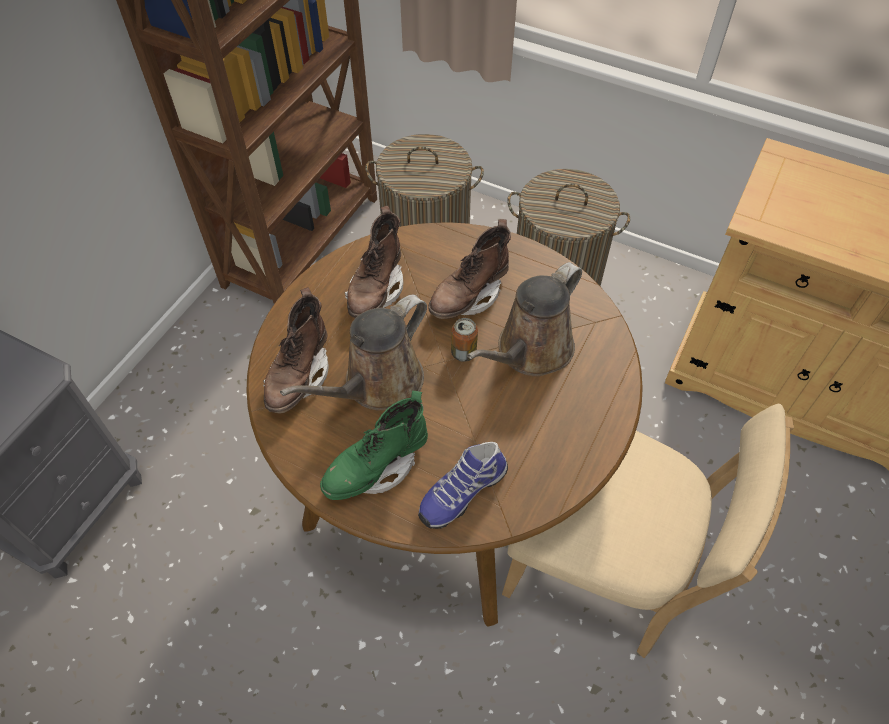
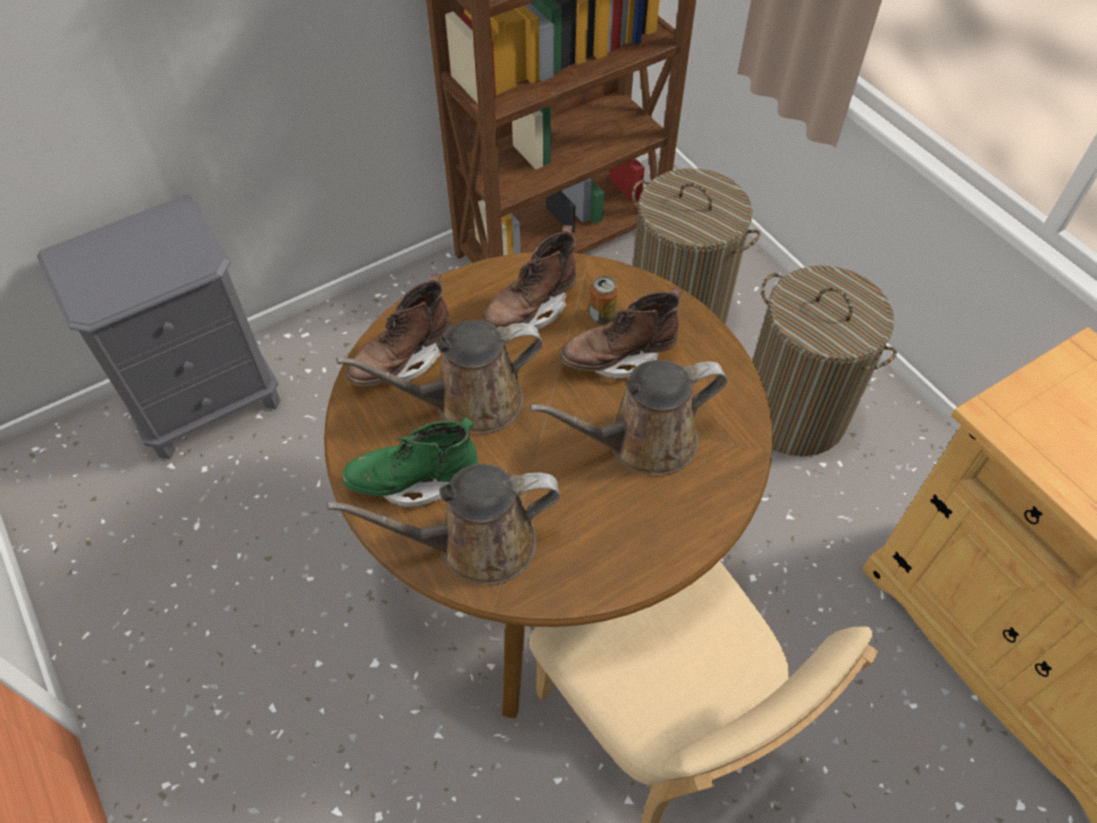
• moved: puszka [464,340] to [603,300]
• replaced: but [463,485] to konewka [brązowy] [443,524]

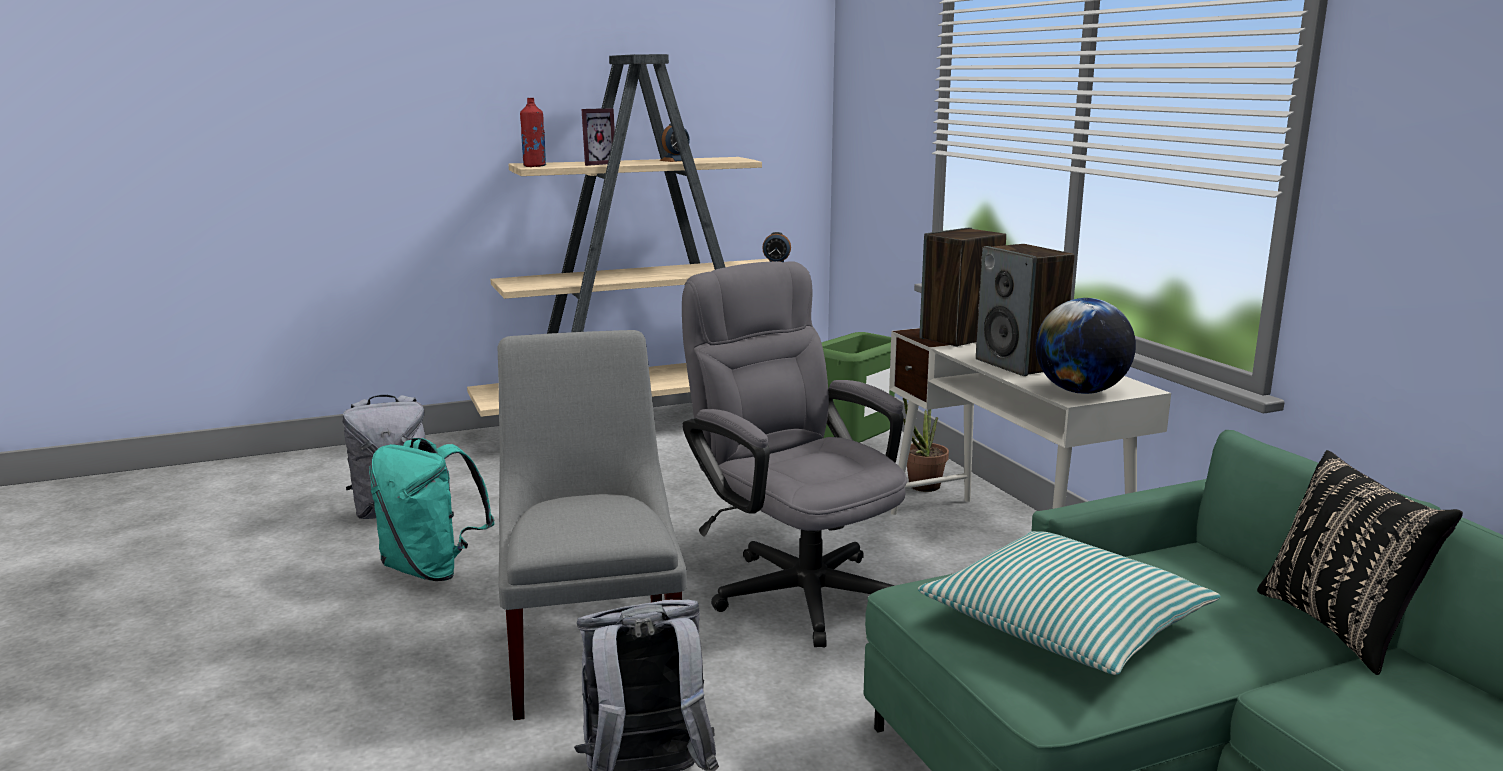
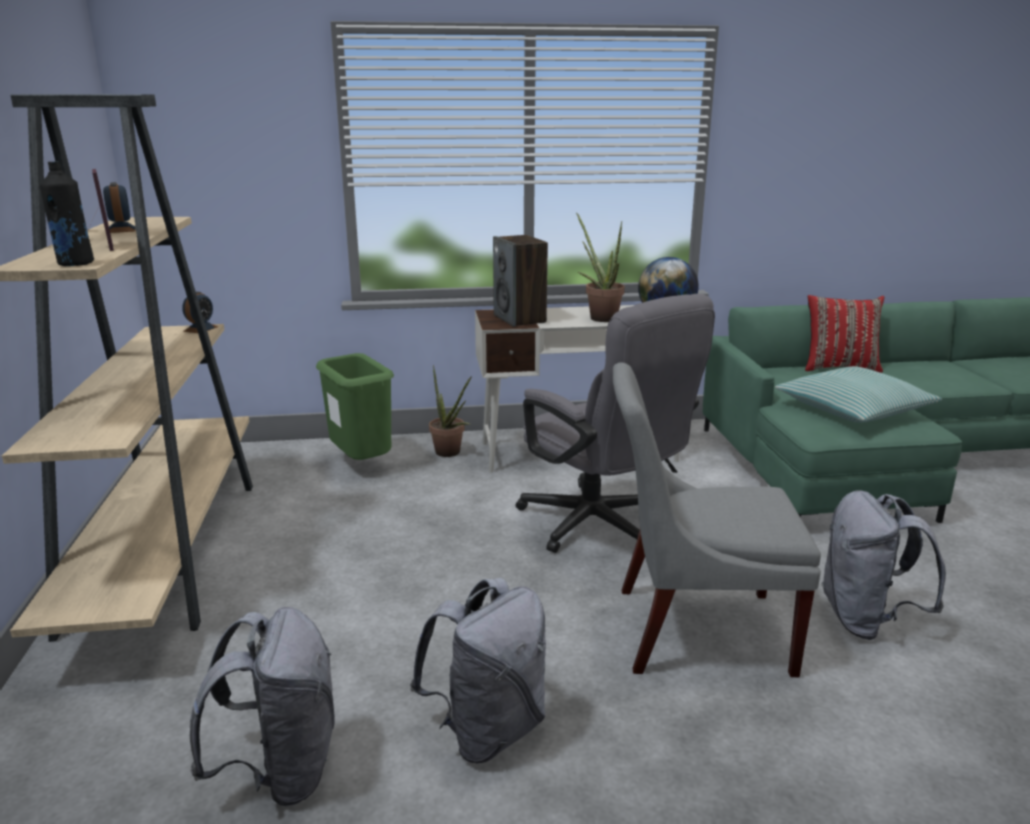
• recoloured: butelka [czerwony] [533,132] to butelka [czarny] [67,213]
• replaced: głośnik [1025,310] to roślina doniczkowa [600,267]
• turned: krzesło biurowe [szary] [794,454] = [615,423] 105 degrees counterclockwise
• recoloured: plecak [turkusowy] [432,509] to plecak [szary] [478,670]
• recoloured: poduszka [czarny] [1360,562] to poduszka [czerwony] [844,334]

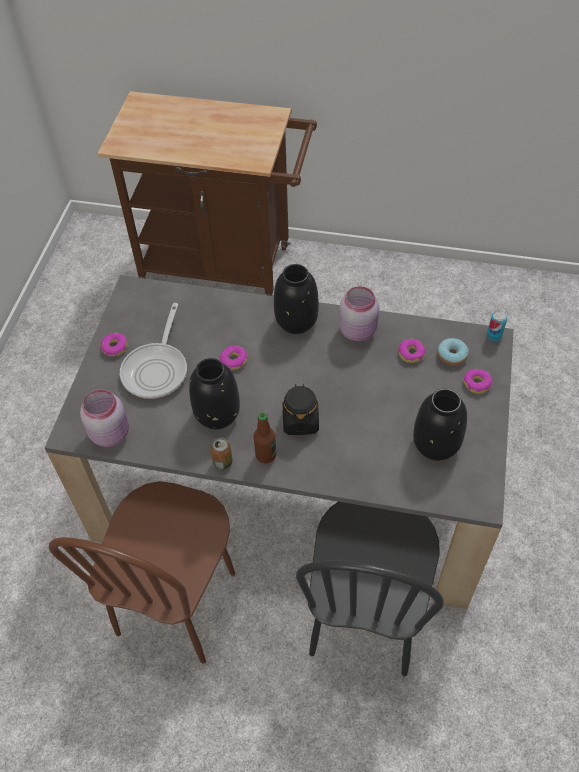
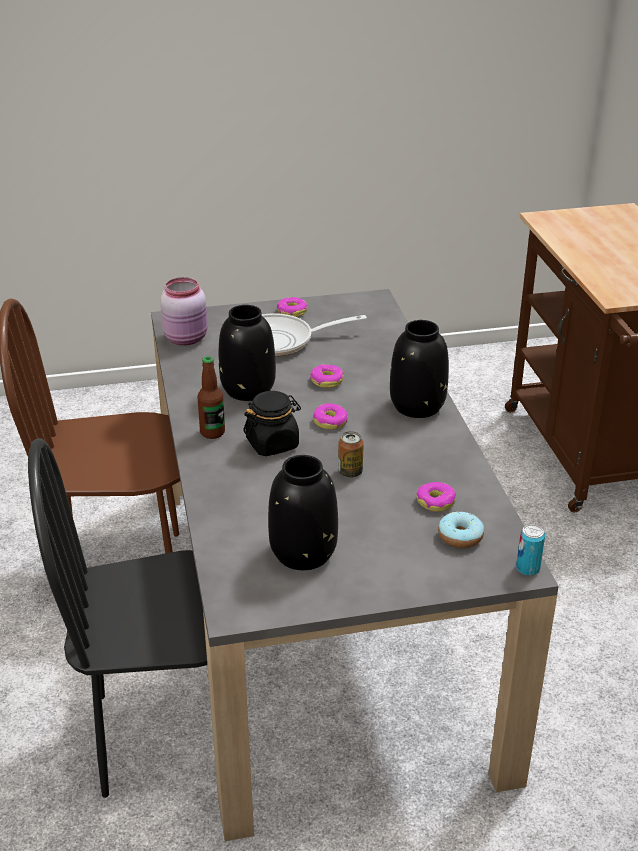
• removed: słoik [różowy] [359,314]
• moved: donut [478,381] to [330,416]
• moved: puszka [222,453] to [351,454]

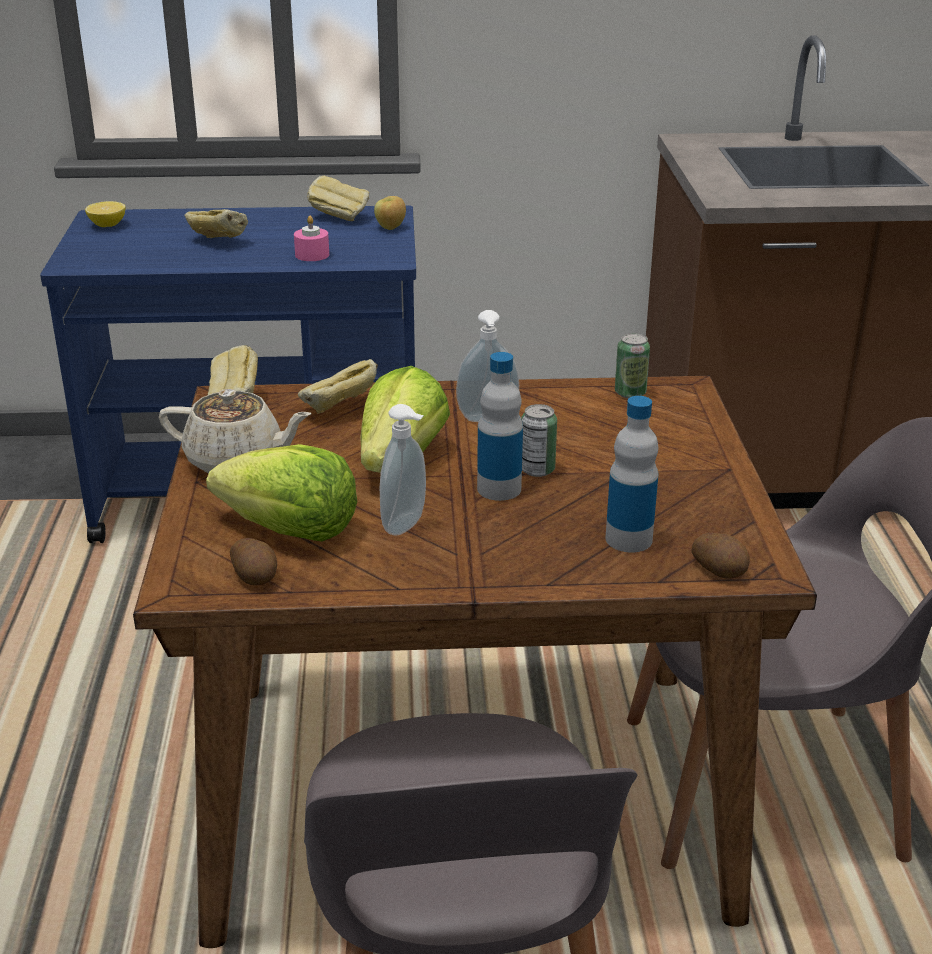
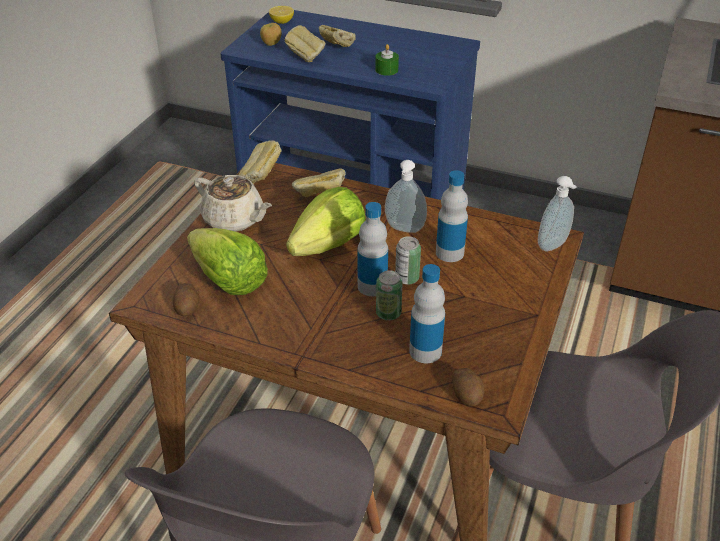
• moved: chleb [338,198] to [305,43]
• moved: jabłko [390,213] to [271,34]
• recoloured: świeca [różowy] [311,238] to świeca [zielony] [387,60]
• moved: puszka [632,365] to [389,295]
• moved: dozownik mydła [403,469] to [557,213]
• added: butelka [452,216]

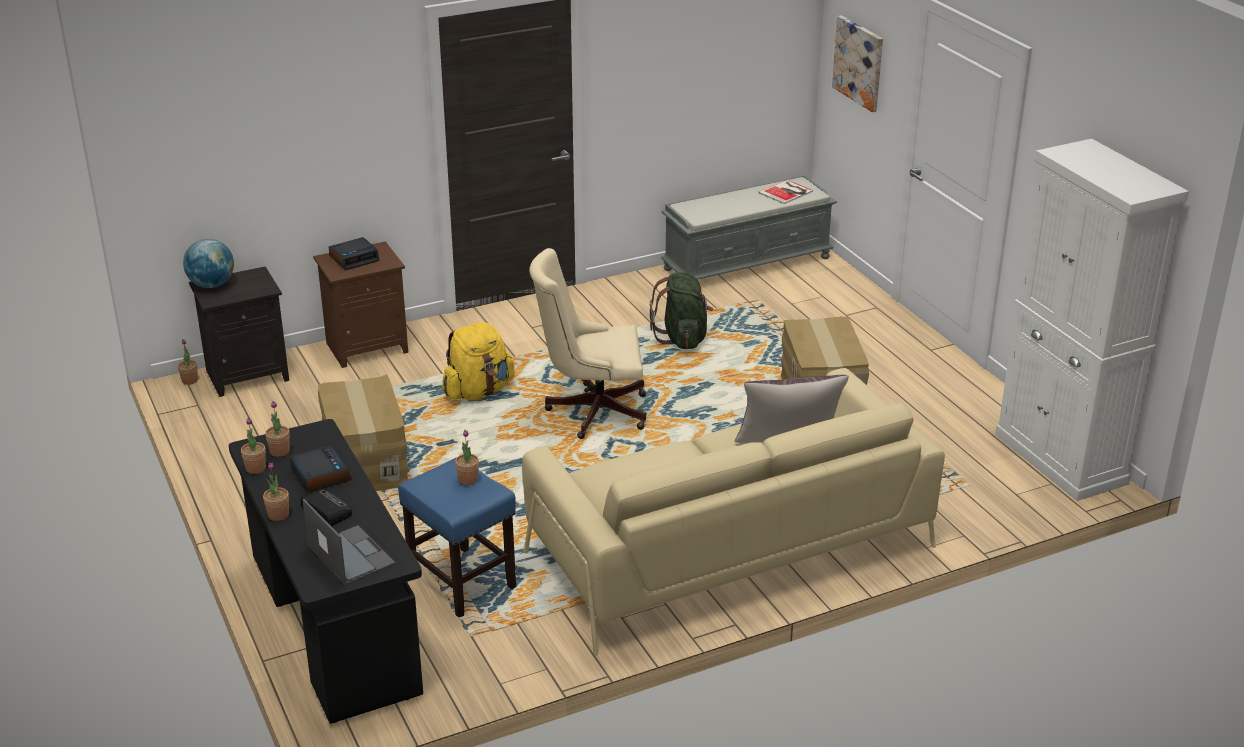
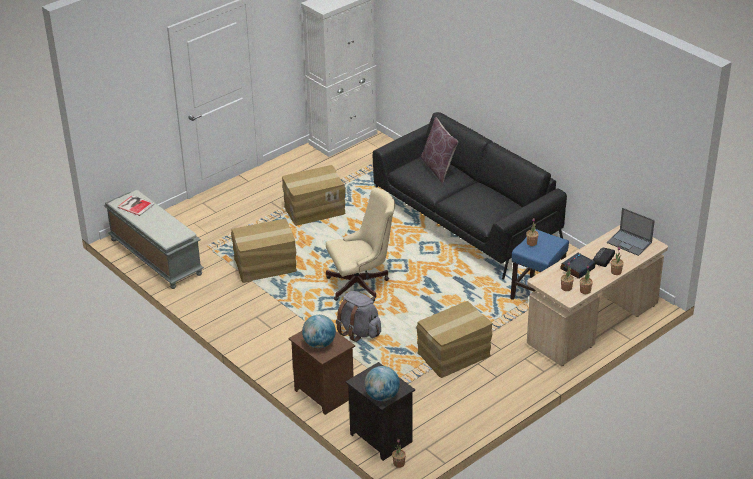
• removed: obraz [857,63]
• replaced: budzik [353,253] to globus [319,331]
• turned: krzesło biurowe [beżowy] [587,343] = [360,244] 90 degrees counterclockwise
• replaced: plecak [zielony] [681,311] to karton [264,251]
• recoloured: plecak [żółty] [478,361] to plecak [szary] [358,316]
• recoloured: kanapa [beżowy] [733,512] to kanapa [czarny] [470,196]
• recoloured: biurko [czarny] [325,571] to biurko [beżowy] [597,295]
• turned: laptop [349,542] = [631,232] 90 degrees counterclockwise

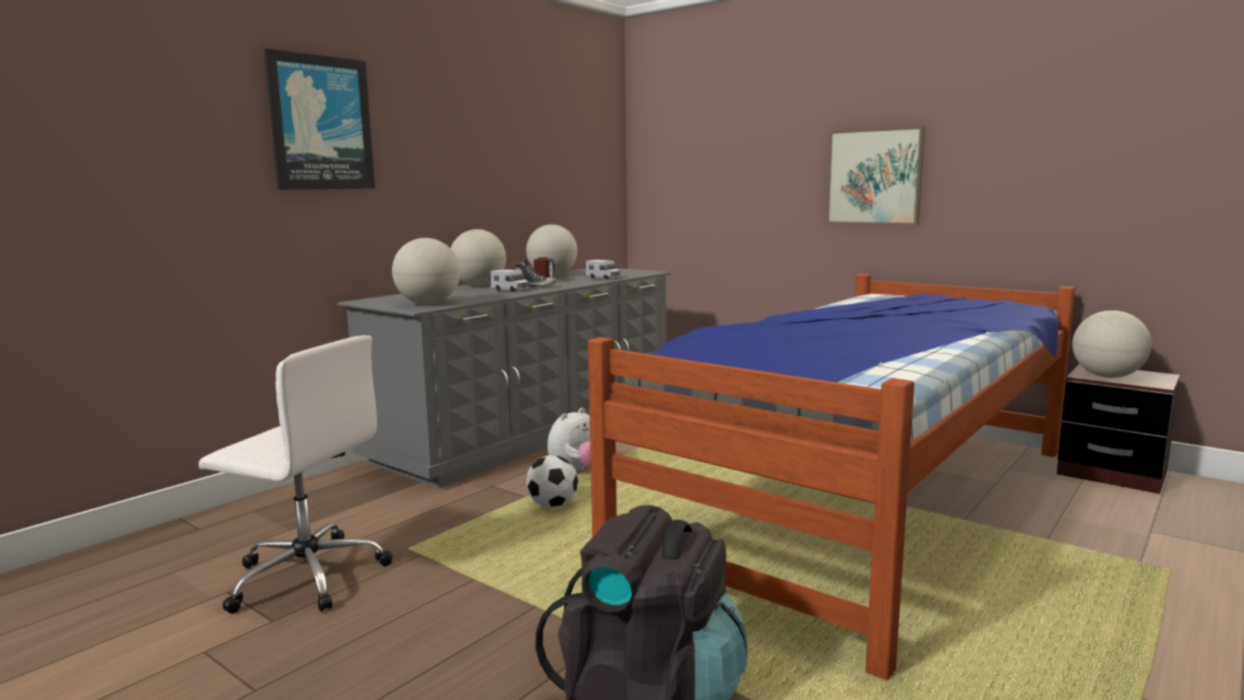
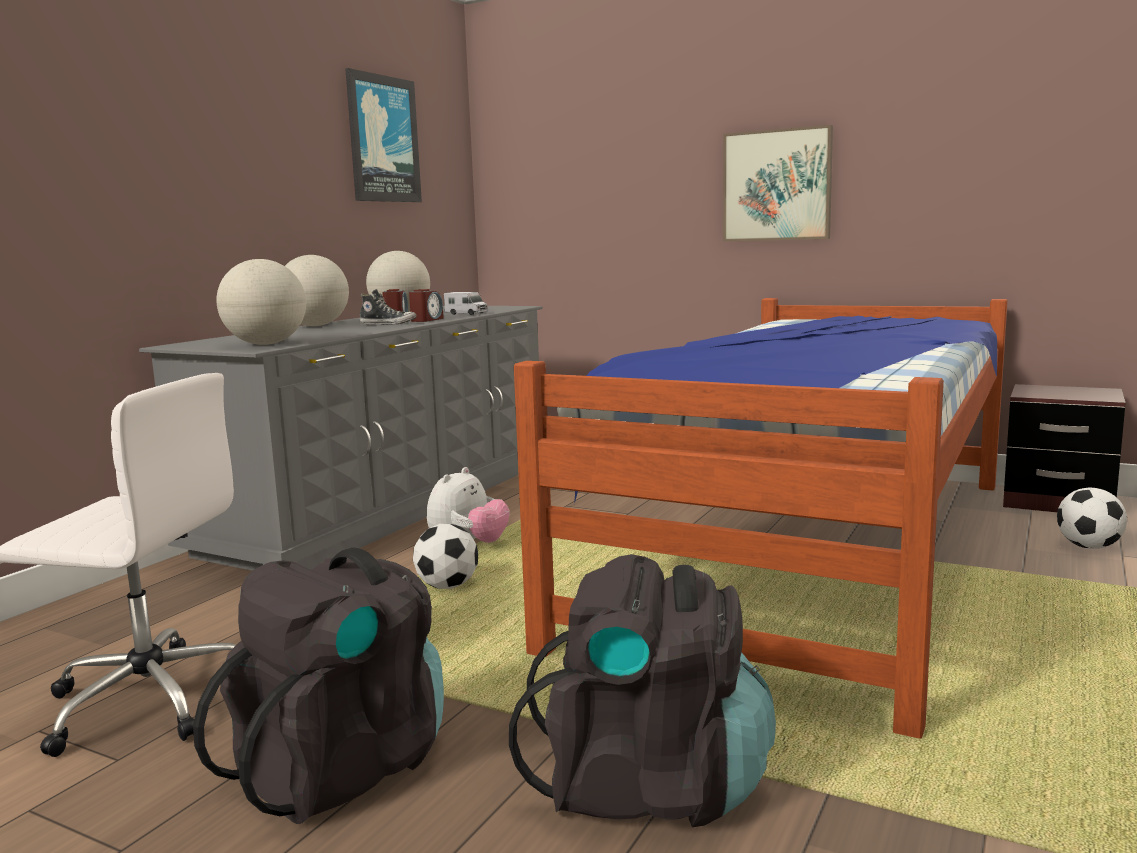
• moved: obraz [319,119] to [383,135]
• removed: ciężarówka zabawkowa [509,280]
• removed: globus [1112,344]
• added: budzik [426,305]
• added: piłka futbolowa [1092,518]
• added: plecak [czarny] [318,686]

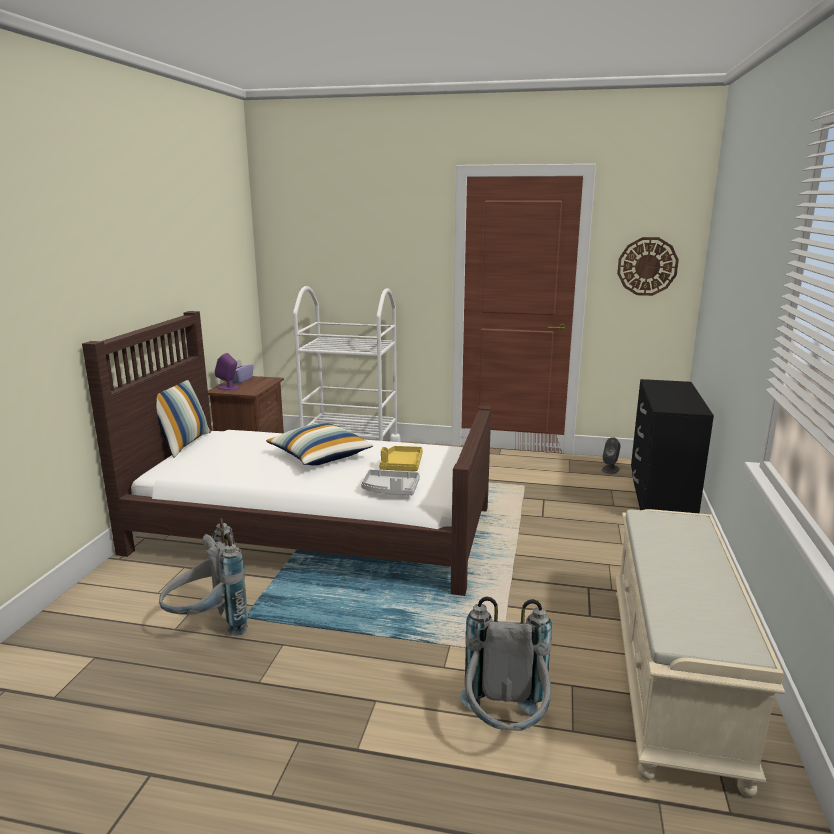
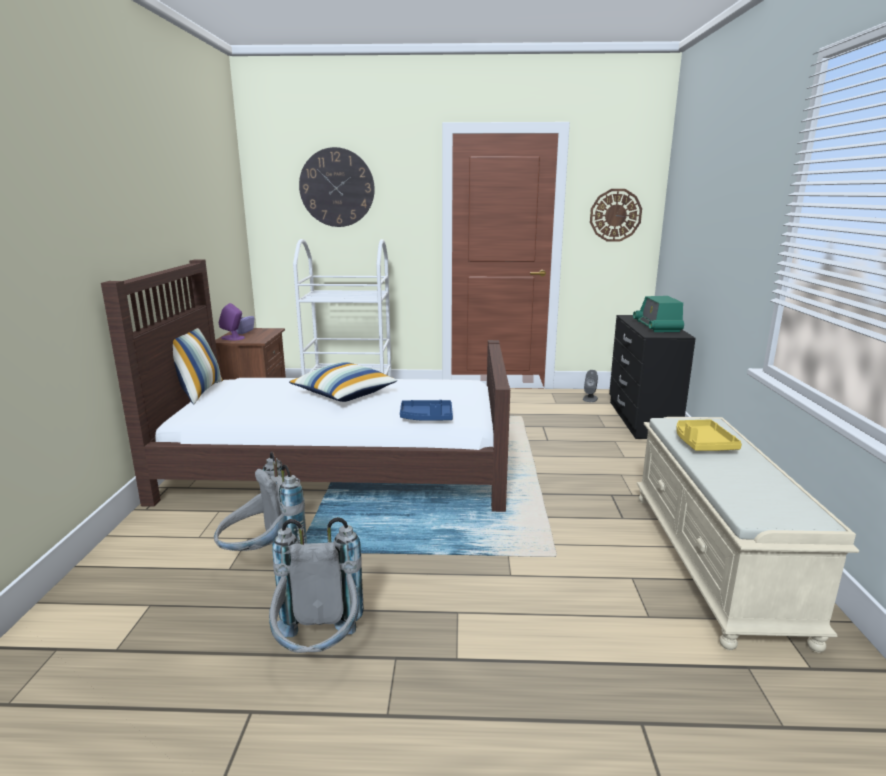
• moved: taca [żółty] [401,458] to [709,435]
• recoloured: taca [szary] [390,482] to taca [niebieski] [426,410]
• moved: plecak [szary] [506,663] to [316,585]
• added: zegar ścienny [337,187]
• added: radio [658,314]

